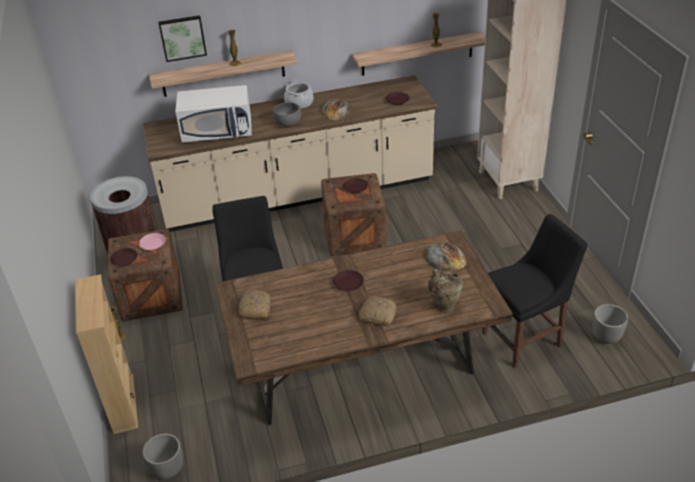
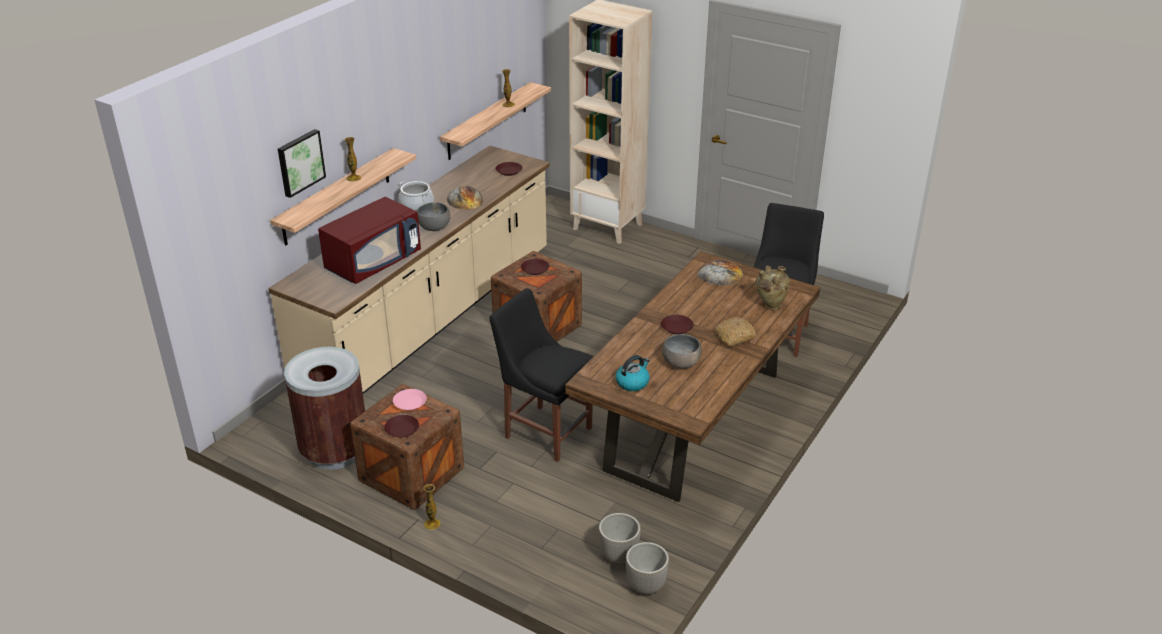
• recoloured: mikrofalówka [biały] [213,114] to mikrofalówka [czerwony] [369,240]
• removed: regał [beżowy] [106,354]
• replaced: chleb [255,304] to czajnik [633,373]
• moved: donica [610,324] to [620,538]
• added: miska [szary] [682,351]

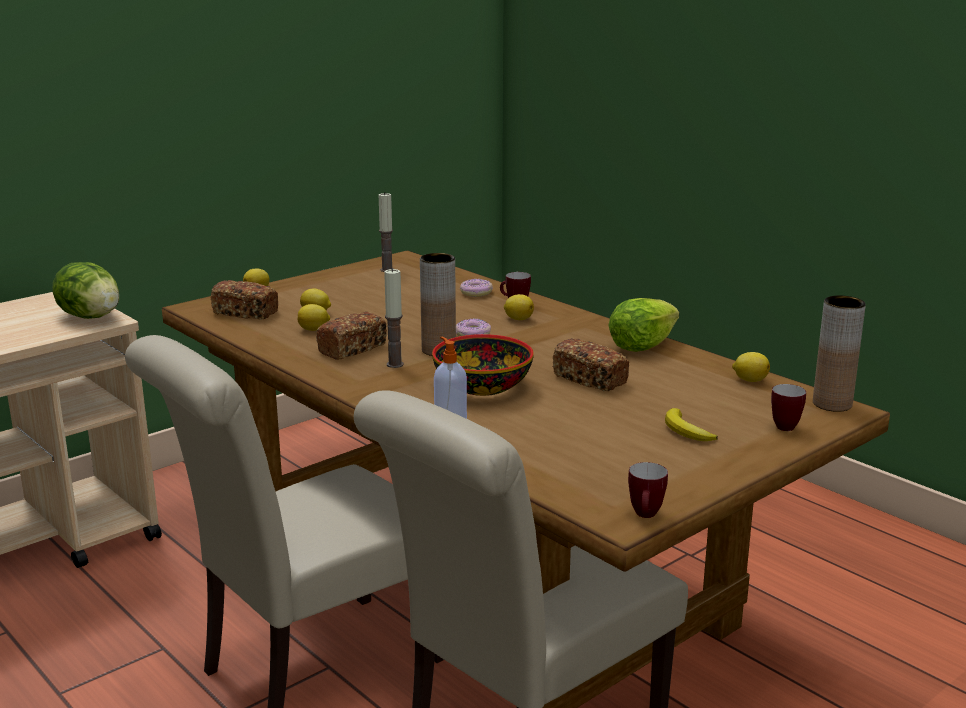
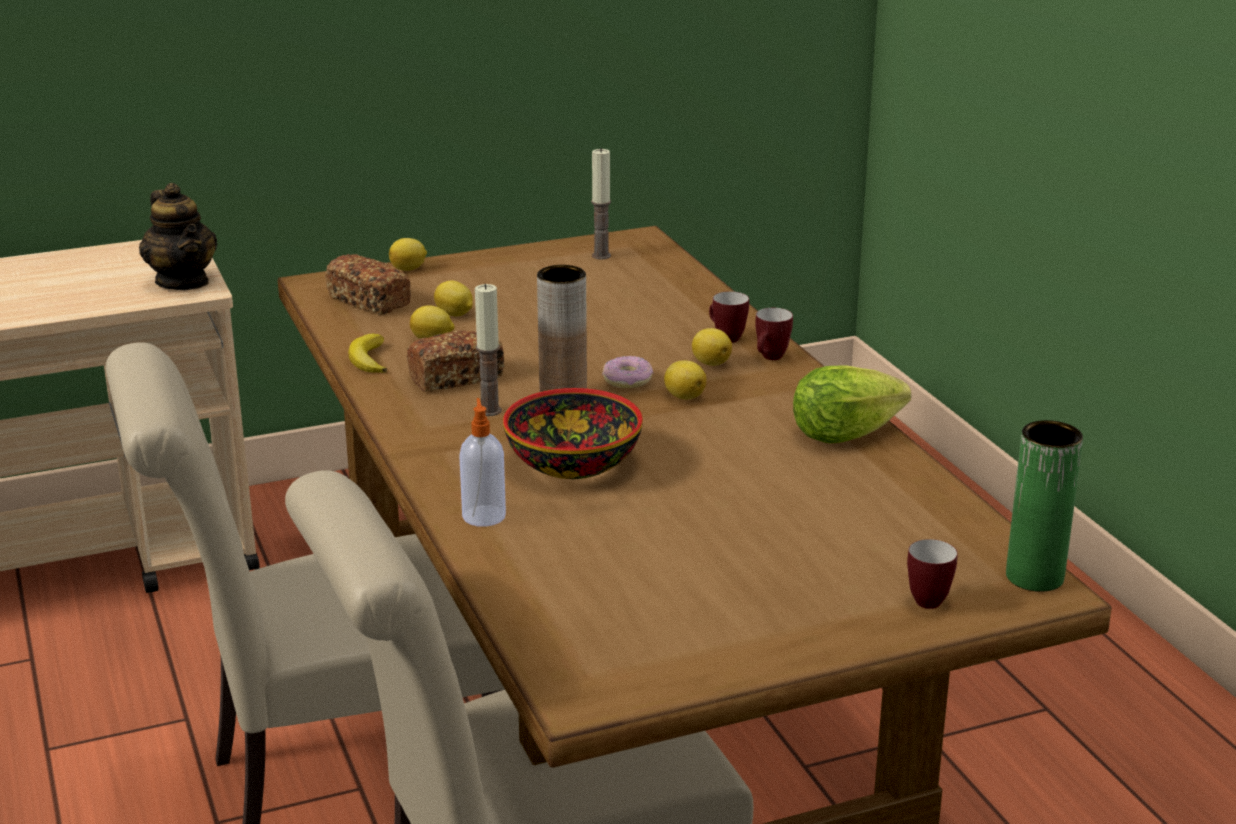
• replaced: sałata [85,290] to imbryk [178,236]
• removed: donut [476,288]
• recoloured: wazon [brązowy] [839,353] to wazon [zielony] [1044,506]
• removed: chleb [591,364]
• moved: cytryna [751,367] to [685,379]
• moved: banan [691,424] to [367,353]
• moved: kubek [648,490] to [774,334]

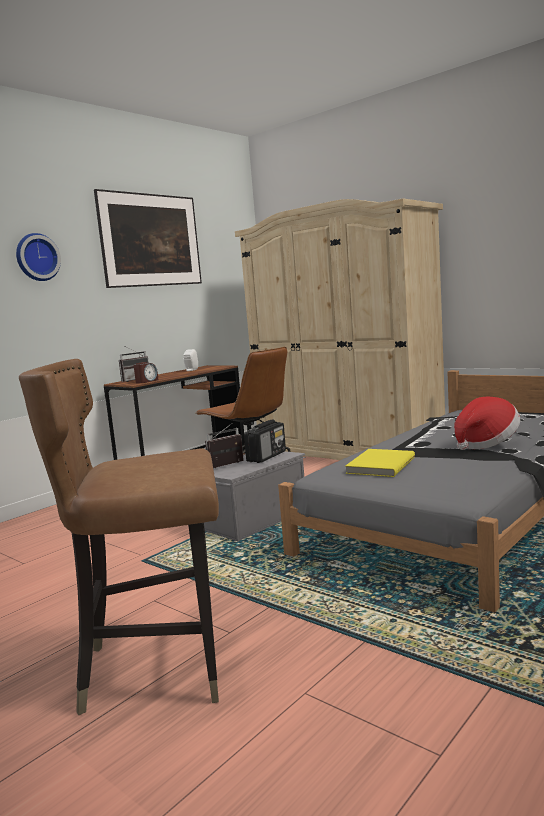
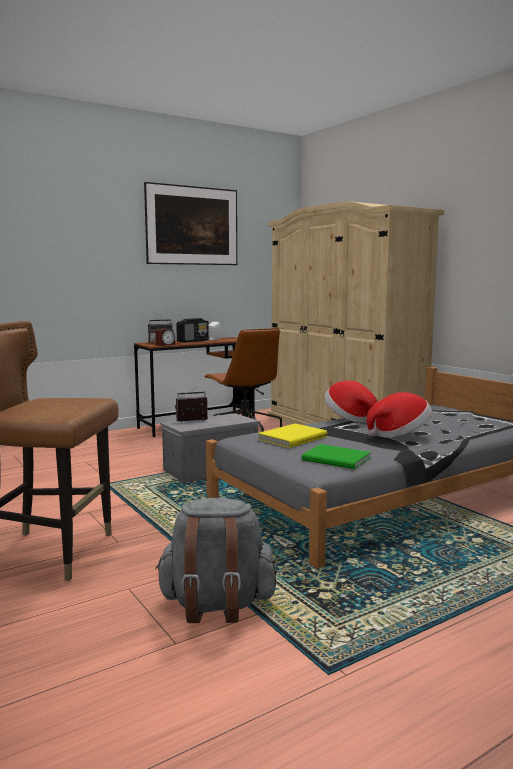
• removed: zegar ścienny [38,257]
• moved: radio [265,441] to [192,330]
• added: kapelusz [351,402]
• added: książka [zielony] [336,456]
• added: plecak [szary] [216,560]

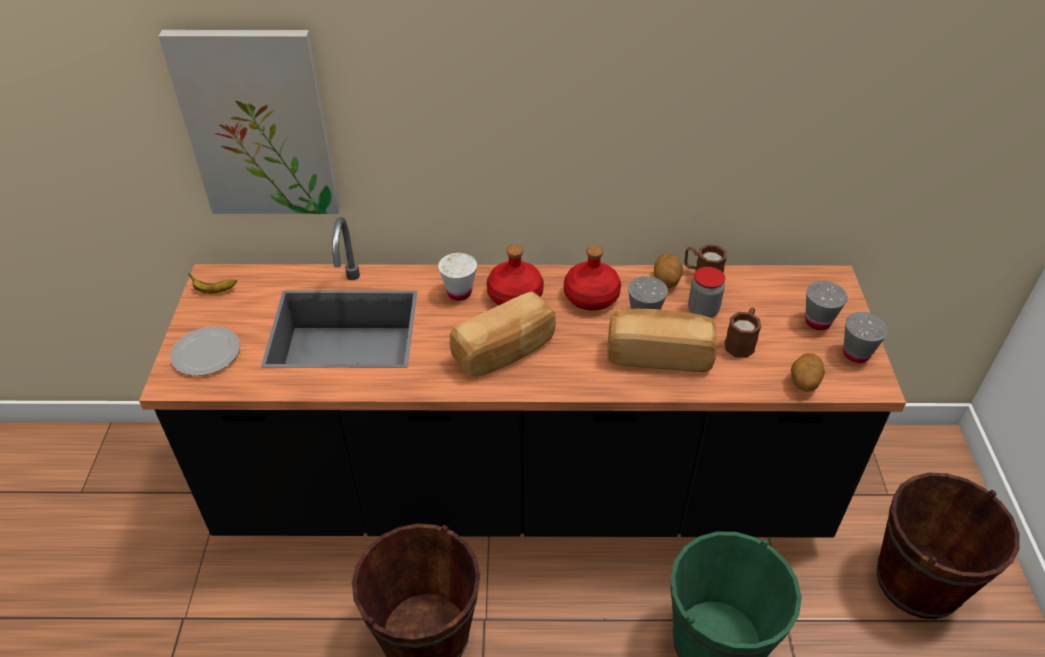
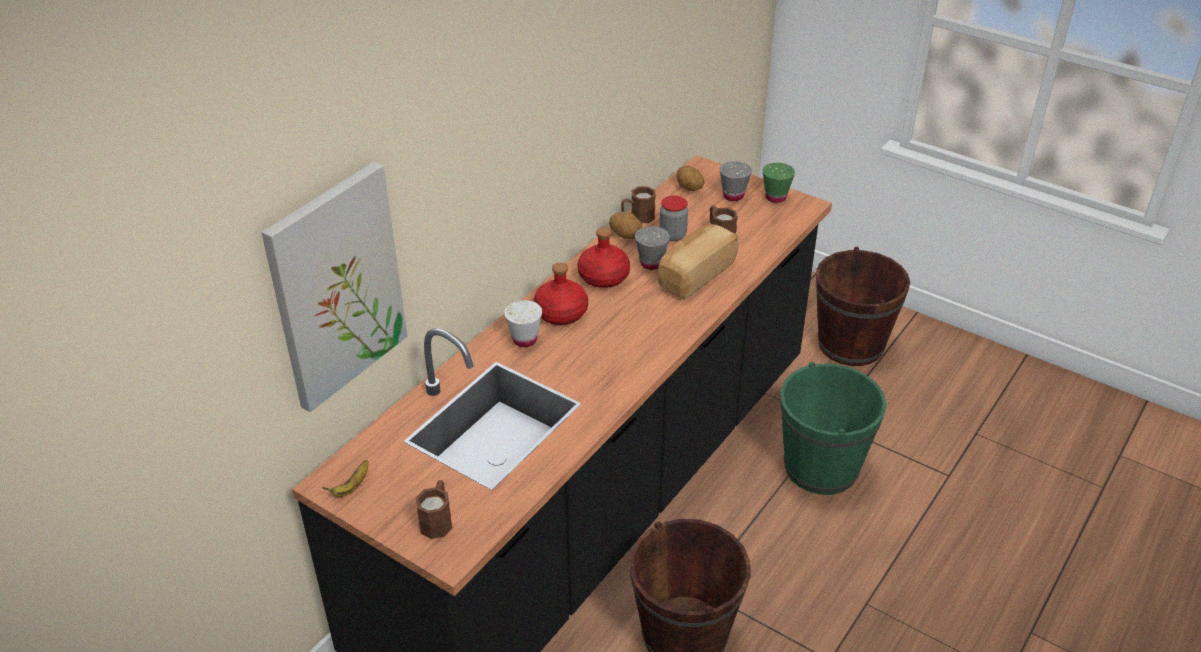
• removed: chleb [502,334]
• recoloured: filiżanka [szary] [866,337] to filiżanka [zielony] [778,183]
• replaced: talerz [205,351] to kubek [brązowy] [434,509]
• moved: ziemniak [808,372] to [690,178]

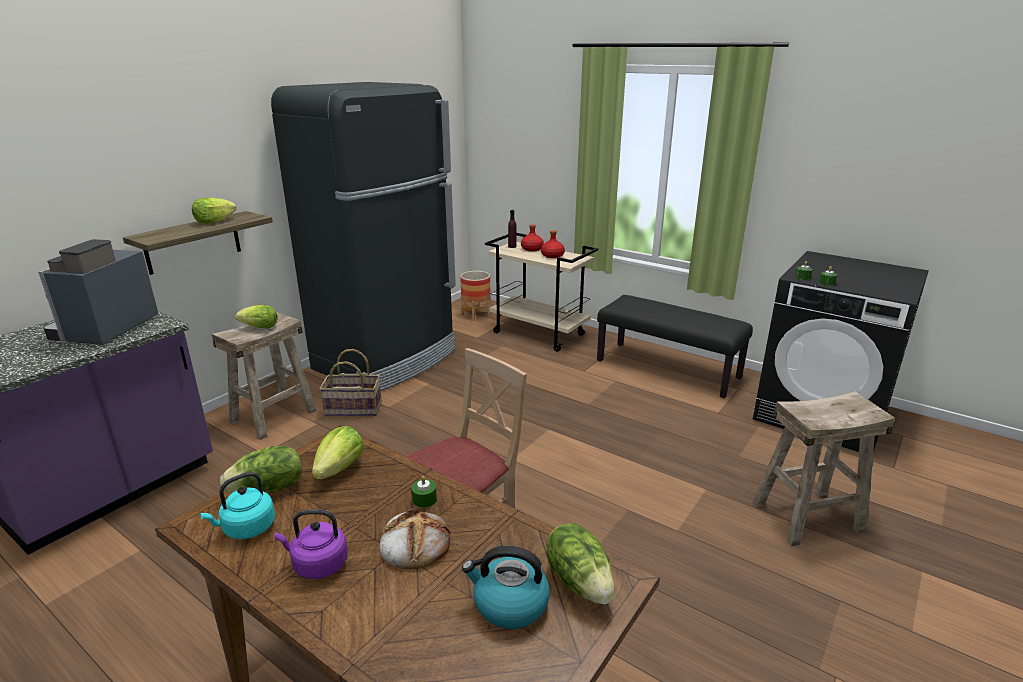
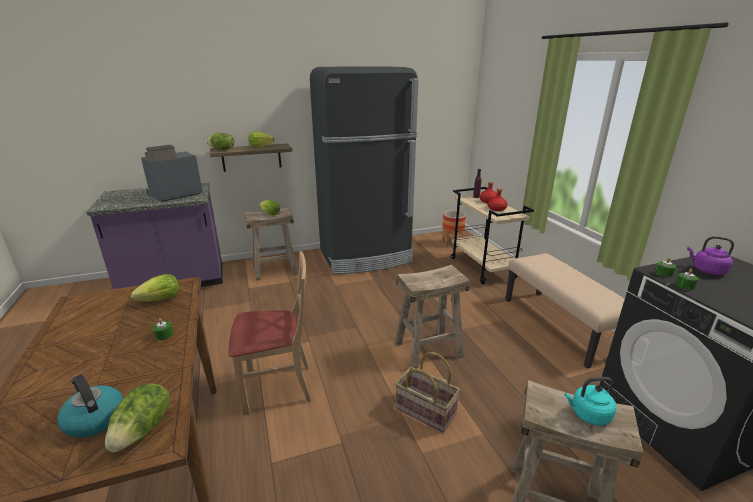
• recoloured: ławka [czarny] [675,346] to ławka [beżowy] [565,311]
• moved: koszyk [350,382] to [427,392]
• moved: sałata [261,469] to [220,141]
• moved: czajnik [turkusowy] [237,505] to [590,401]
• removed: chleb [414,538]
• moved: czajnik [fioletowy] [311,544] to [710,255]
• added: stołek [beżowy] [432,317]

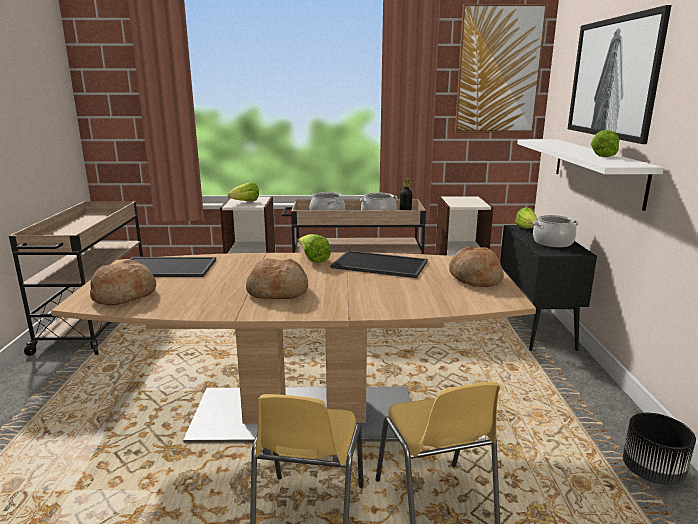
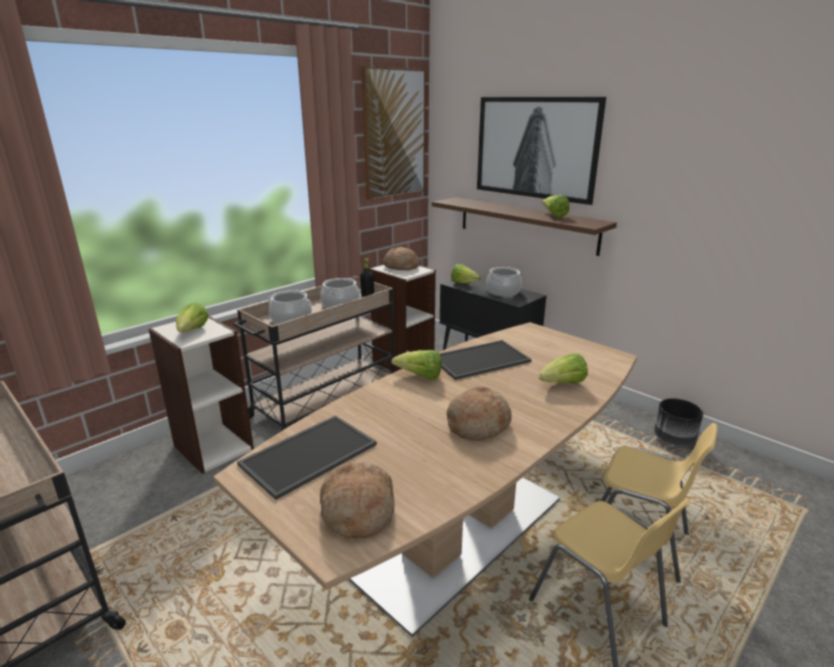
• recoloured: półka [biały] [590,175] to półka [brązowy] [524,226]
• moved: chleb [476,266] to [401,259]
• added: sałata [563,369]

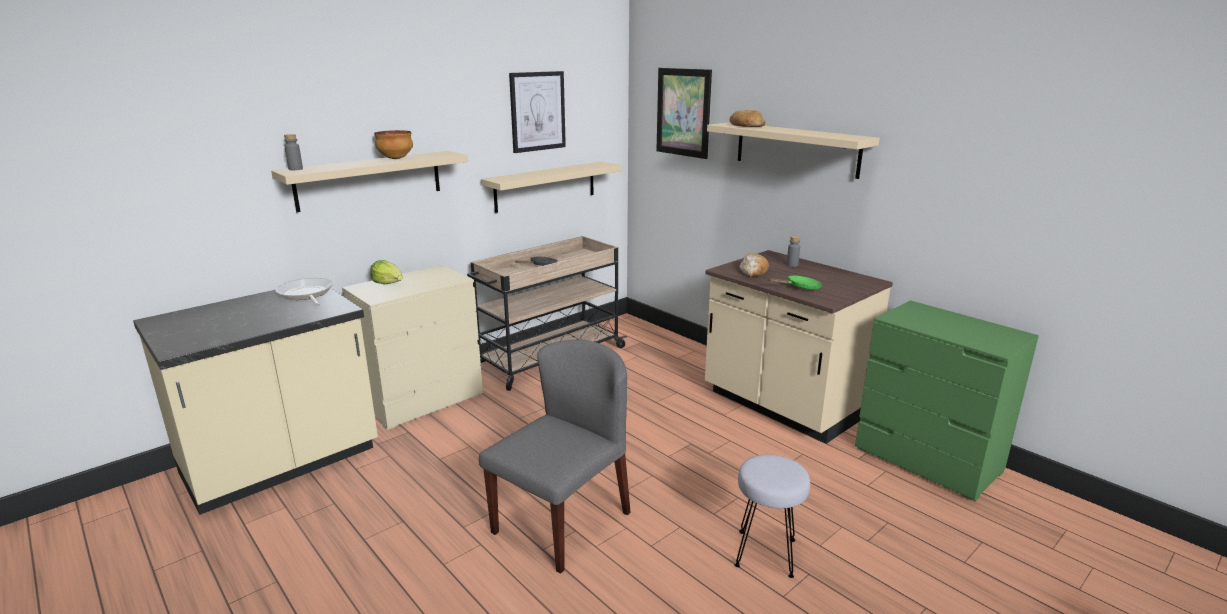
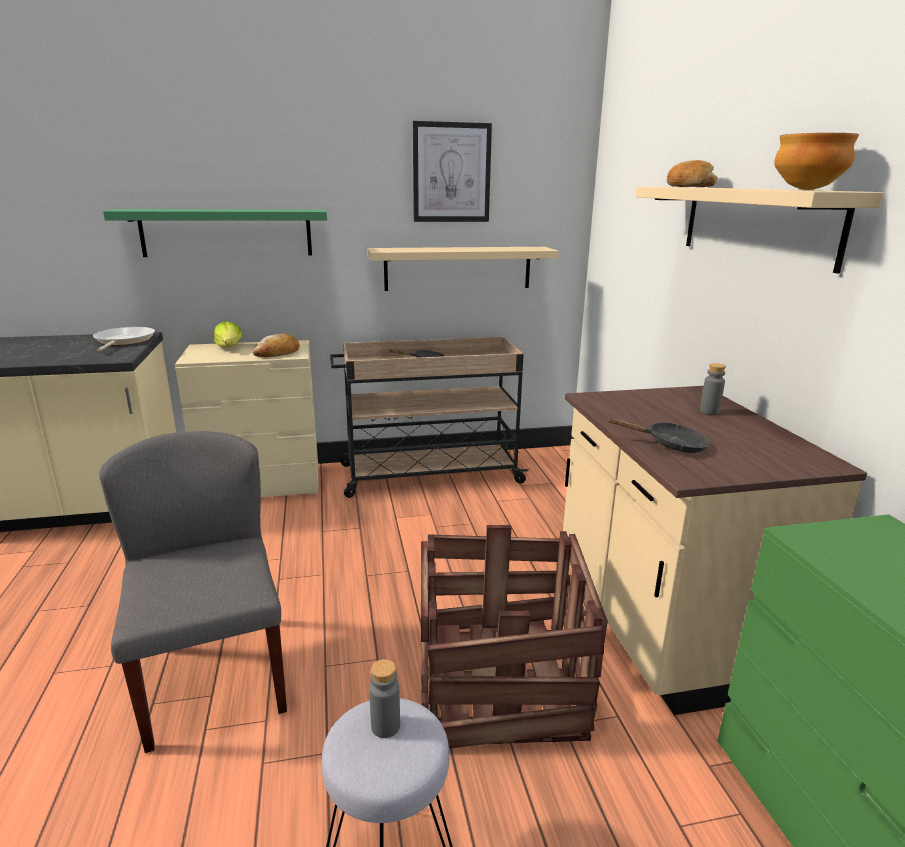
• removed: obraz [684,113]
• moved: miska [393,144] to [816,161]
• moved: butelka [szary] [293,152] to [384,698]
• recoloured: półka [beżowy] [369,181] to półka [zielony] [215,233]
• moved: chleb [754,265] to [276,345]
• recoloured: patelnia [zielony] [795,282] to patelnia [czarny] [659,435]
• turned: krzesło [szary] [555,456] = [193,592] 90 degrees counterclockwise
• added: skrzynka [514,636]

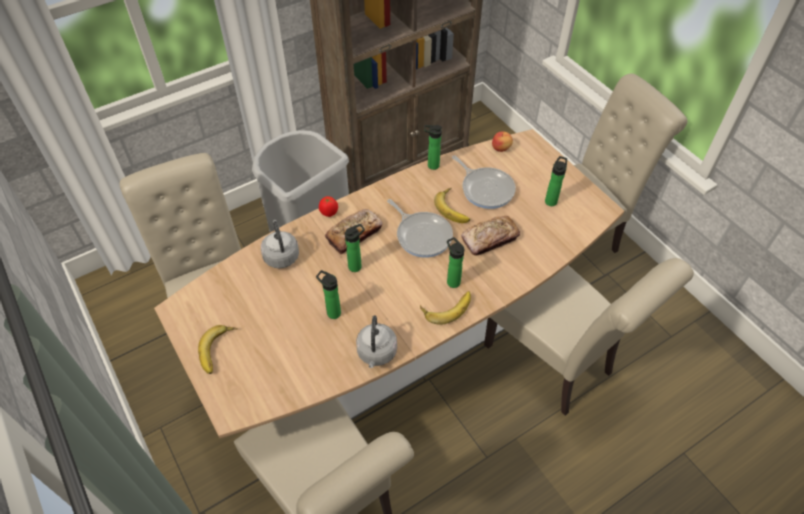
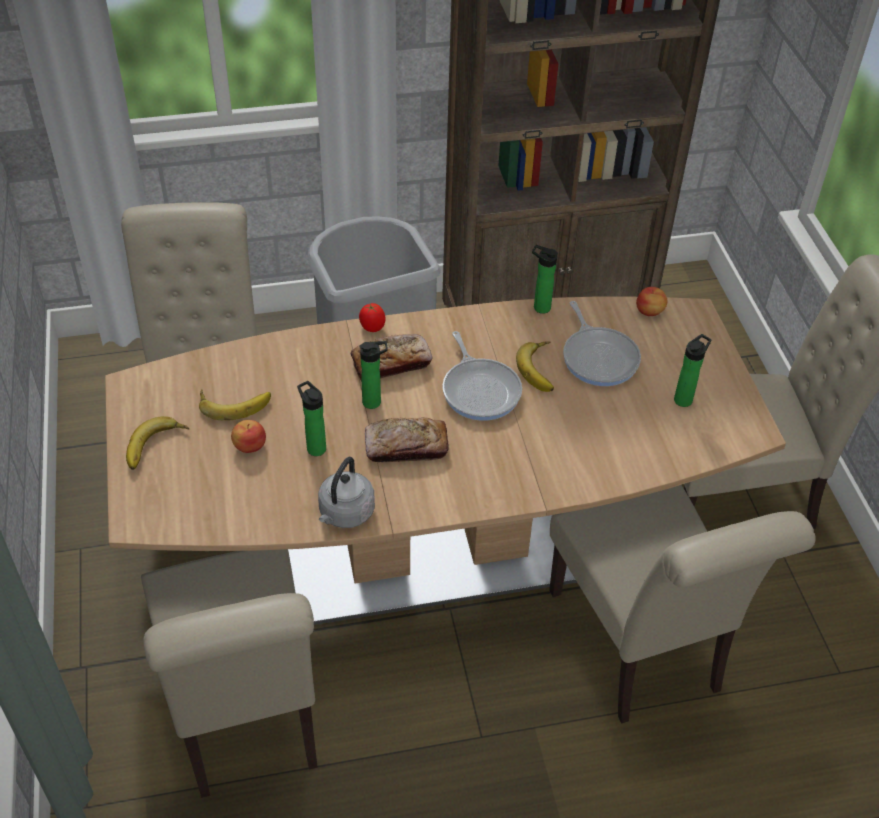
• moved: chleb [490,236] to [407,439]
• removed: czajnik [szary] [280,244]
• removed: butelka [455,262]
• moved: banan [445,308] to [235,405]
• added: jabłko [248,436]

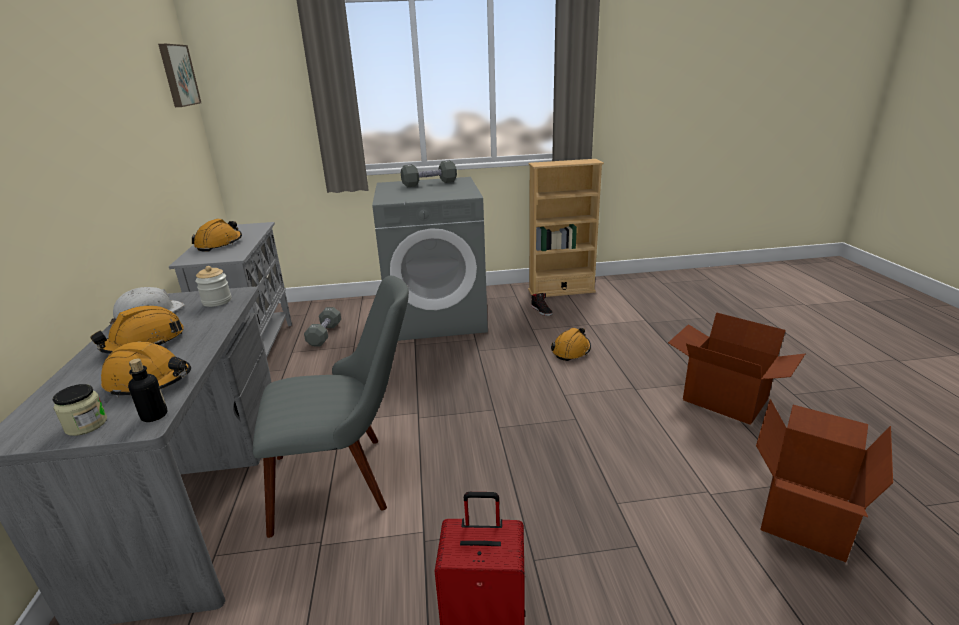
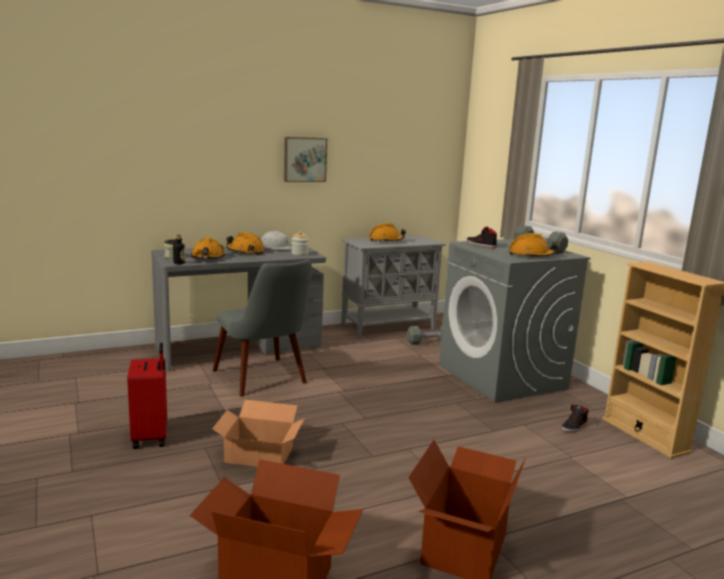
• moved: obraz [179,75] to [305,159]
• moved: kask [pomarańczowy] [571,344] to [533,245]
• added: but [czarny] [481,237]
• added: karton [258,433]

